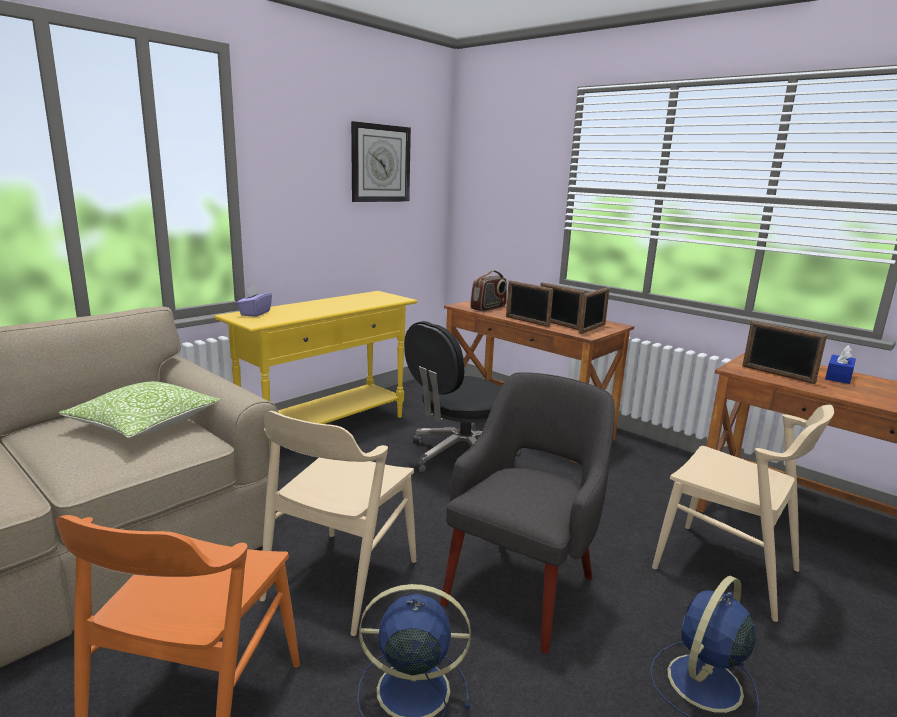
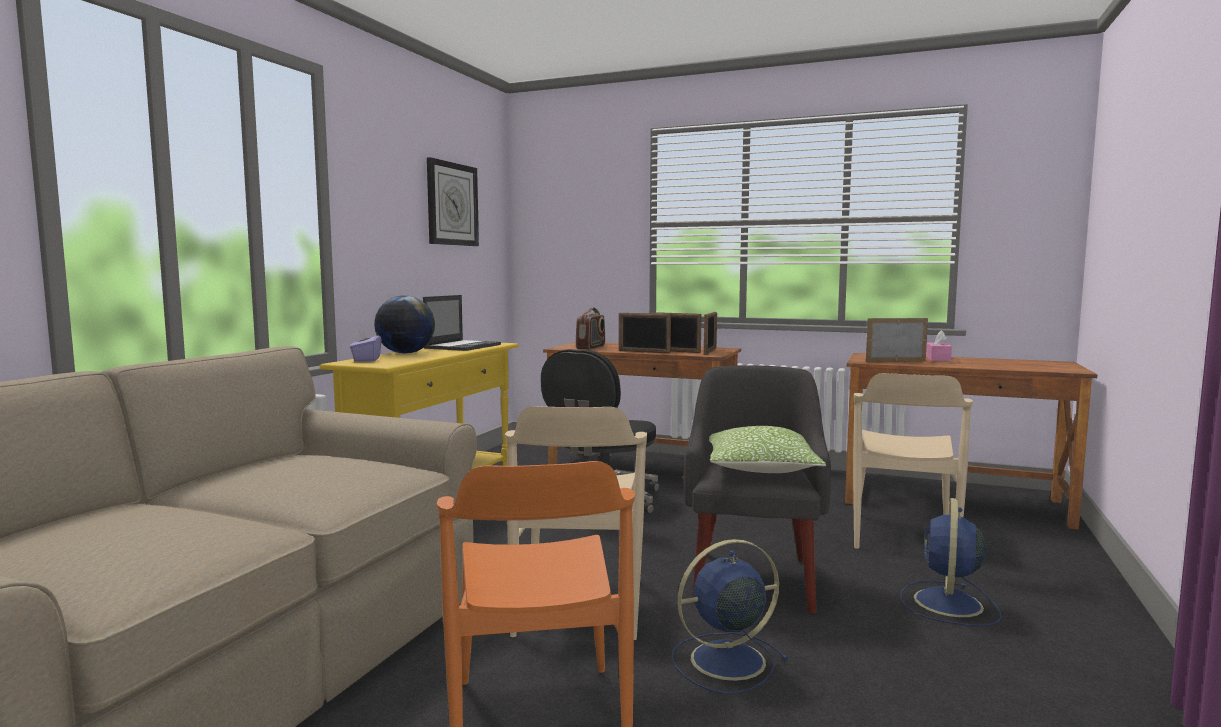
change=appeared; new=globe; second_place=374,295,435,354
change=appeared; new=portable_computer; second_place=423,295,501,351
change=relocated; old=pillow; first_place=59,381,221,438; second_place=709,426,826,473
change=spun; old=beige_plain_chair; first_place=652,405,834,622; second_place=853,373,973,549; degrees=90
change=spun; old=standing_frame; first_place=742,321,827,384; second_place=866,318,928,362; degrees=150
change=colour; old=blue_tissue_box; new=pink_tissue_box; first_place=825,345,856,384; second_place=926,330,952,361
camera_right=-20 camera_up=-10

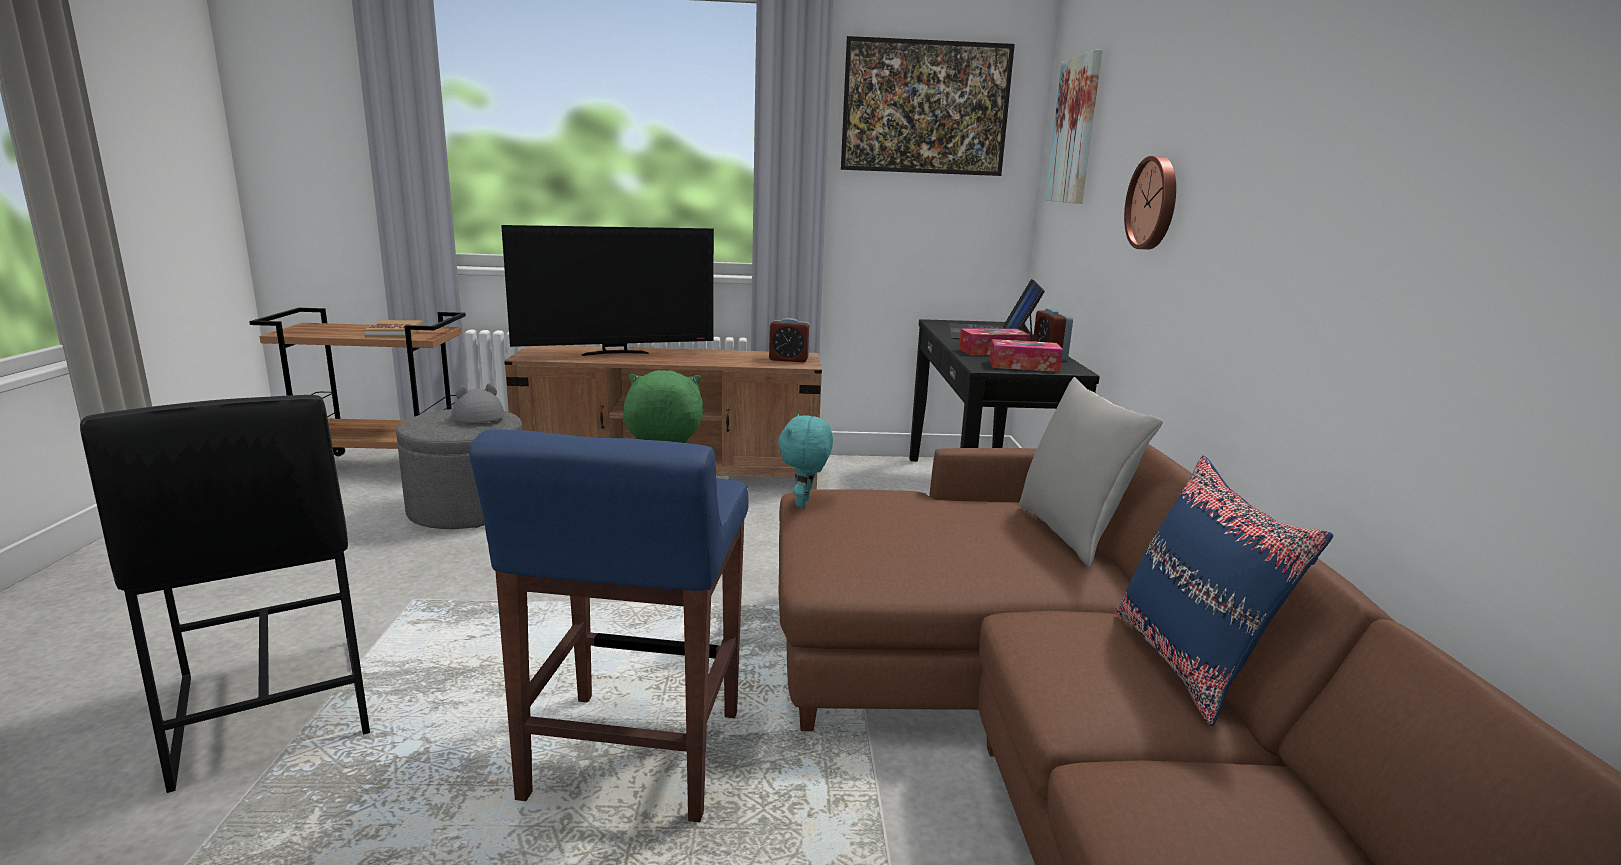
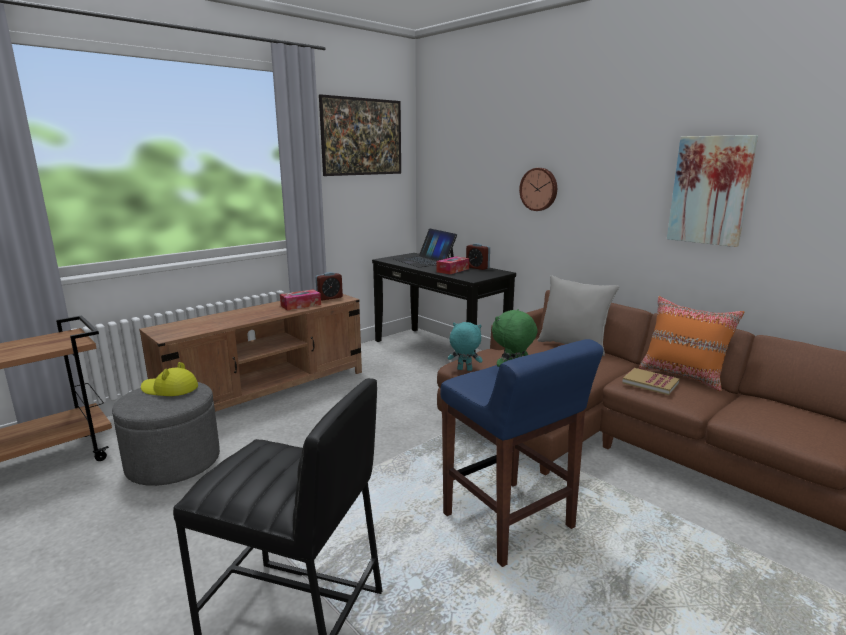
change=colour; old=gray_clothing_hat; new=yellow-coloured_clothing_hat; first_place=451,383,505,423; second_place=141,362,198,396
change=relocated; old=tissue_box; first_place=989,339,1063,372; second_place=280,289,321,310
change=spun; old=turquoise-coloured_soft_toy; first_place=778,414,833,507; second_place=448,322,483,371; degrees=135
change=relocated; old=volume; first_place=364,320,424,337; second_place=622,368,680,395
change=colour; old=blue_pillow; new=orange_pillow; first_place=1115,456,1333,726; second_place=639,296,744,391
change=relocated; old=wall_picture; first_place=1045,49,1102,204; second_place=667,135,758,247
change=missing; old=television; first_place=501,225,714,356
camera_right=-40 camera_up=0

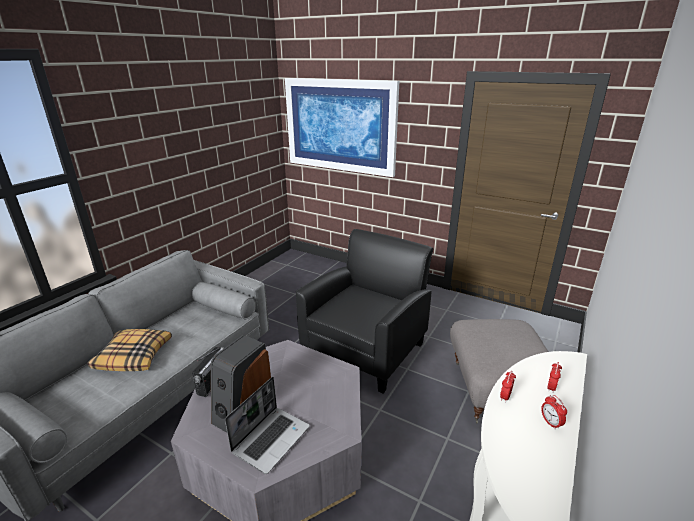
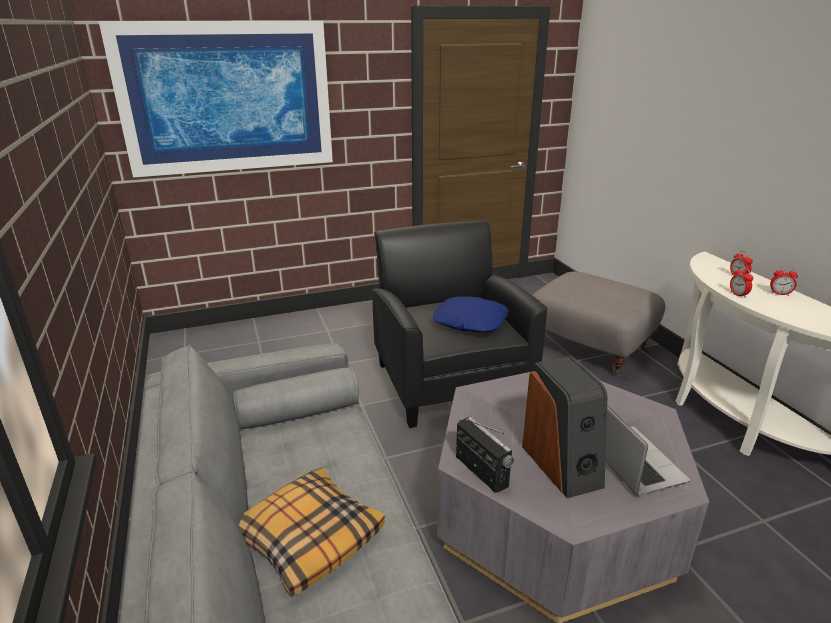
change=appeared; new=blue_pillow; second_place=433,296,509,332
camera_right=-50 camera_up=0

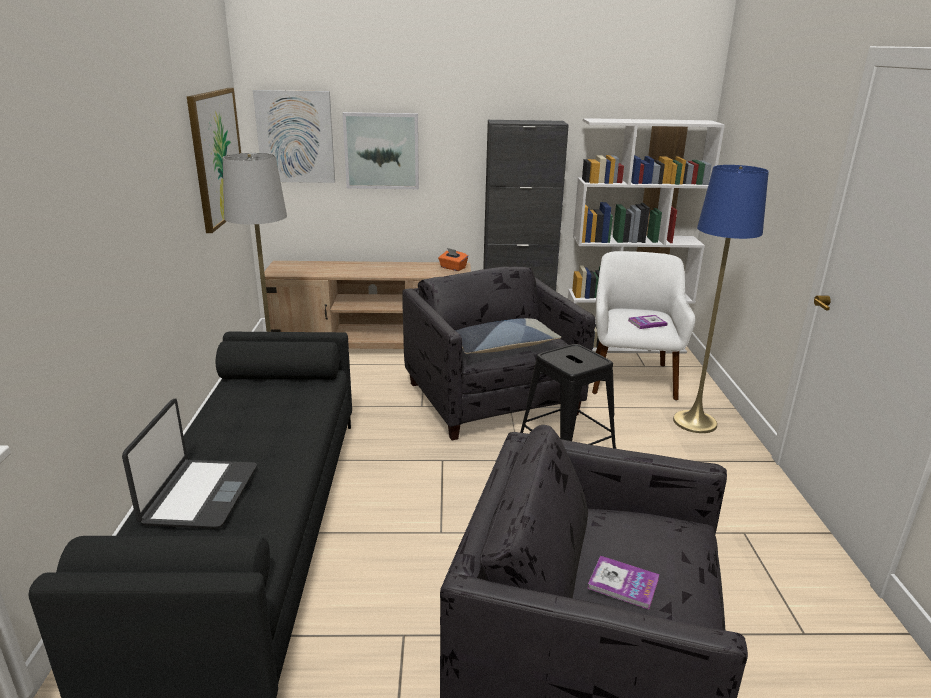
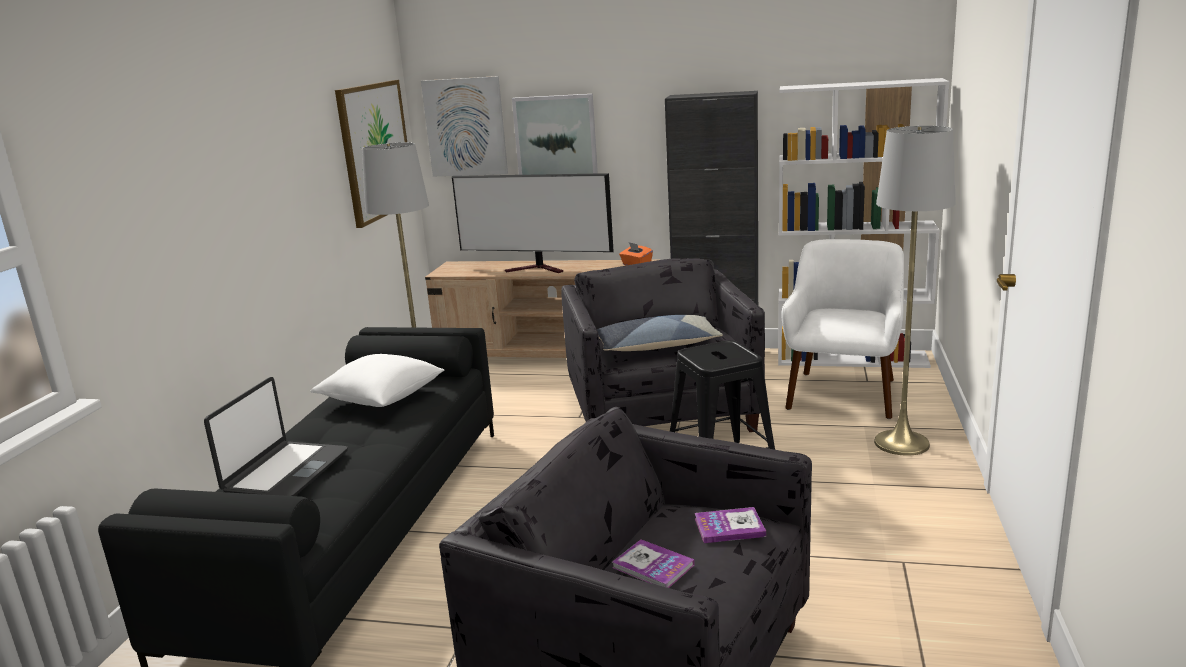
change=appeared; new=white_pillow; second_place=311,354,445,407
change=appeared; new=television; second_place=452,173,614,273
change=relocated; old=volume; first_place=628,315,668,329; second_place=695,507,766,543
change=colour; old=blue_standing_lamp; new=gray_standing_lamp; first_place=673,165,769,433; second_place=874,126,956,456
camera_right=15 camera_up=-5

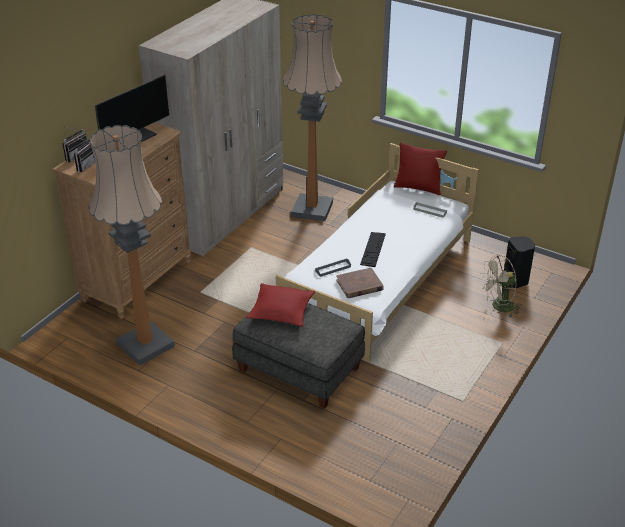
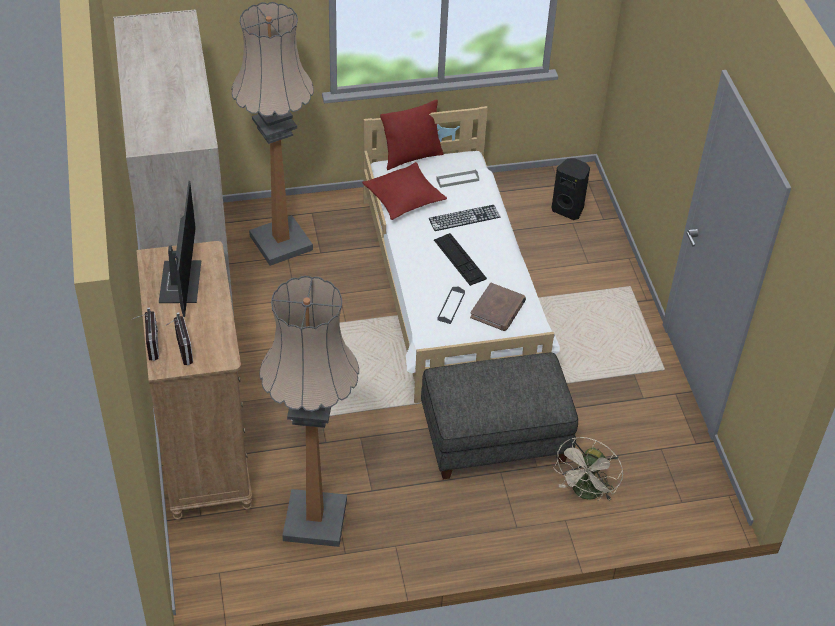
change=relocated; old=reddish_pillow; first_place=246,283,315,327; second_place=362,162,447,220
change=appeared; new=keyboard; second_place=429,205,501,231
change=relocated; old=beige_cooling_fan; first_place=480,255,522,317; second_place=554,437,623,501
camera_right=-45 camera_up=10

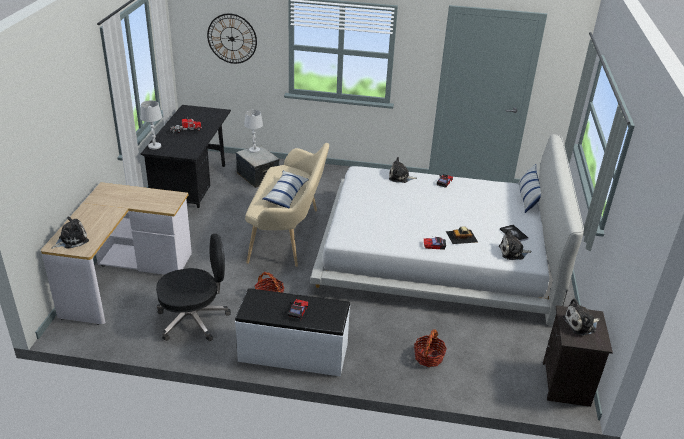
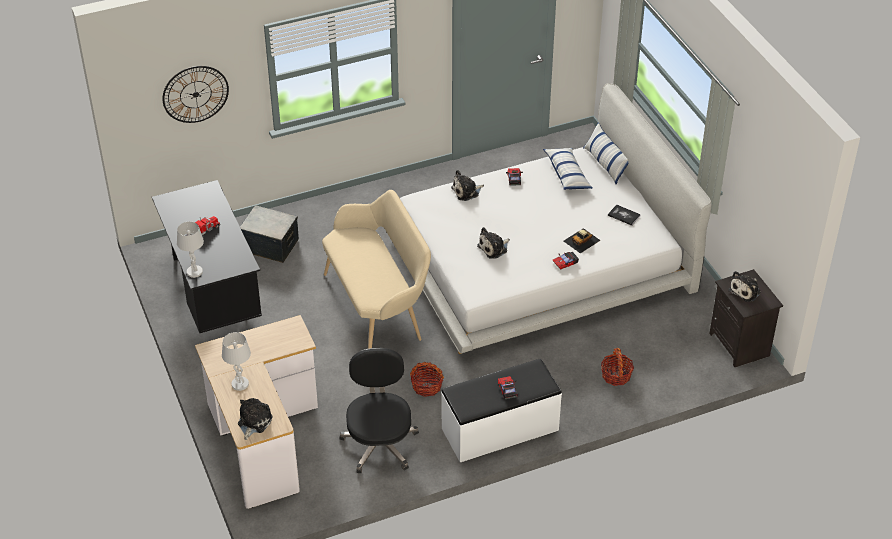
change=relocated; old=white_tabletop_lamp; first_place=244,110,263,153; second_place=222,332,251,391
change=spun; old=black-coloured_office_chair; first_place=156,234,231,341; second_place=340,348,419,473; degrees=-45
change=relocated; old=soft_toy; first_place=499,229,532,260; second_place=477,227,510,259
change=relocated; old=pillow; first_place=263,171,309,208; second_place=543,148,593,190
camera_right=-30 camera_up=10

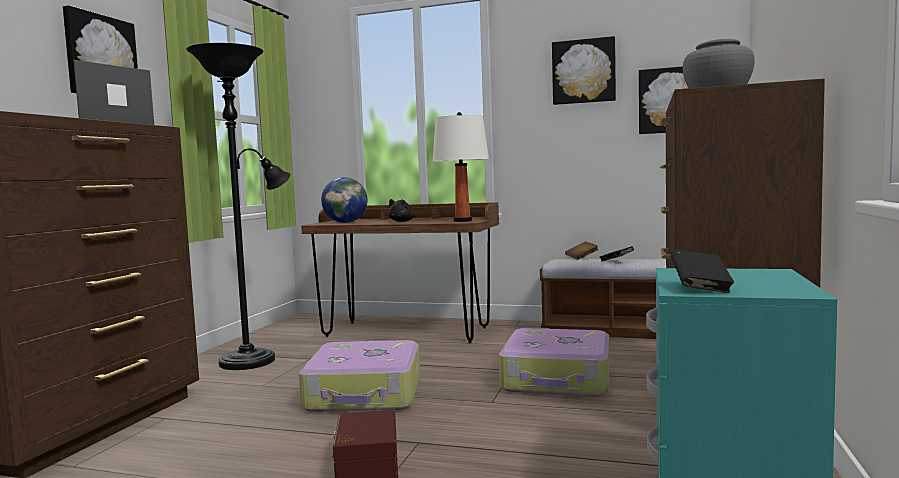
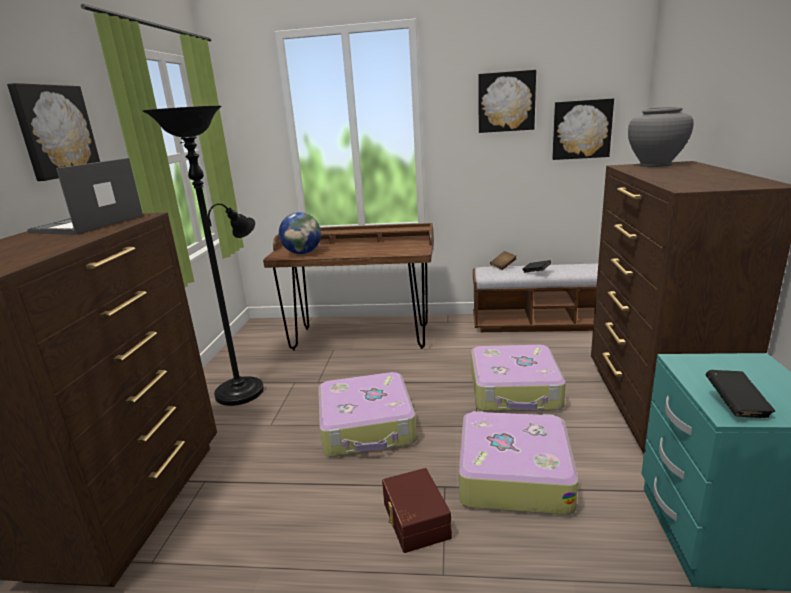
change=appeared; new=piece_of_luggage; second_place=459,411,578,515
change=missing; old=black-coloured_soft_toy; first_place=388,199,416,222
change=missing; old=white_tabletop_lamp; first_place=433,112,489,222
camera_right=-10 camera_up=15

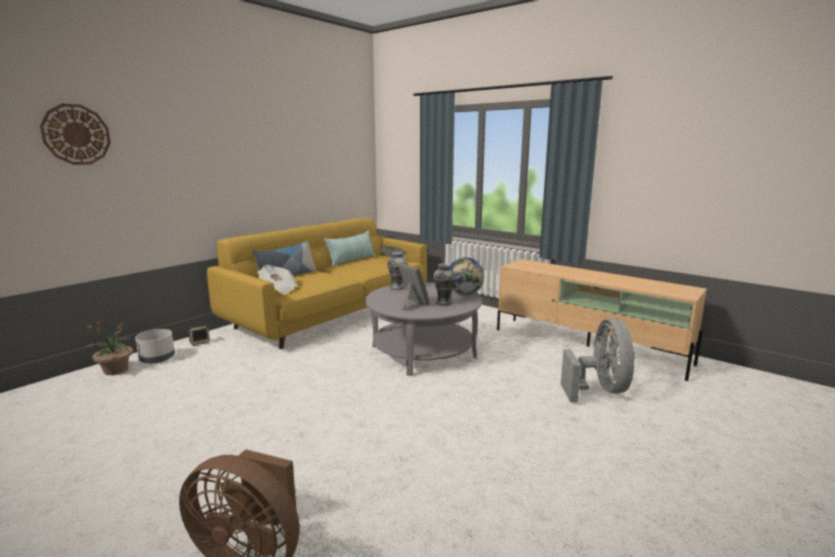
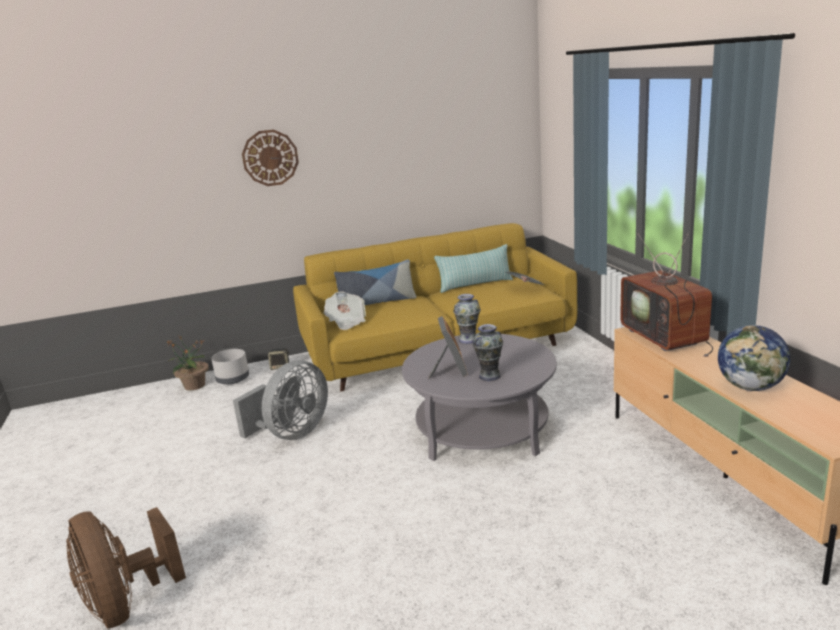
change=relocated; old=gray_cooling_fan; first_place=561,318,635,403; second_place=233,360,328,440
change=relocated; old=clock_on_the_wall; first_place=40,104,111,165; second_place=242,129,299,186
change=appeared; new=television; second_place=620,233,713,357
change=relocated; old=globe; first_place=450,257,484,295; second_place=718,325,790,391
camera_right=35 camera_up=5

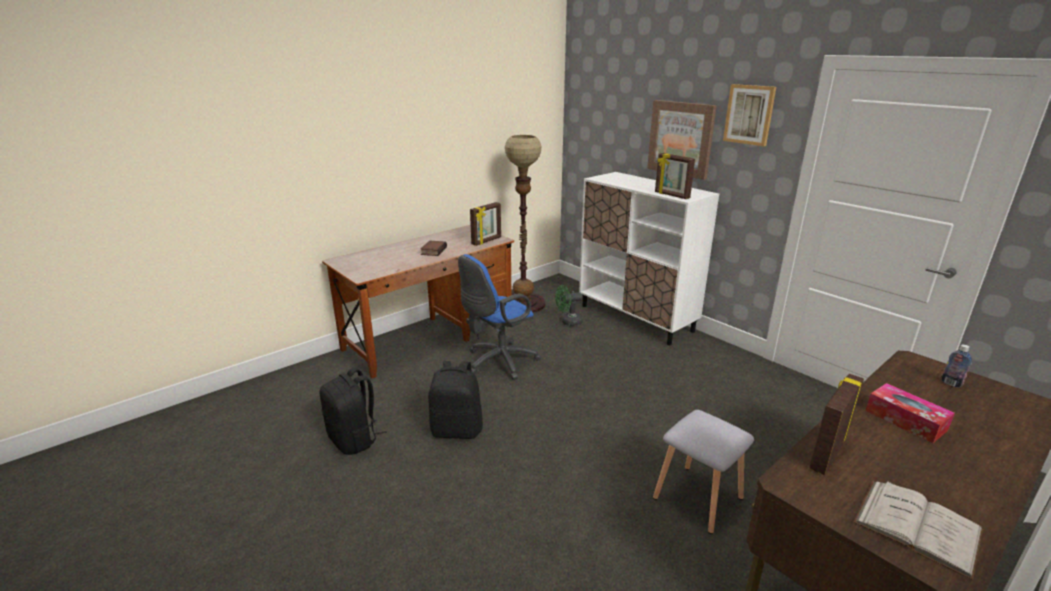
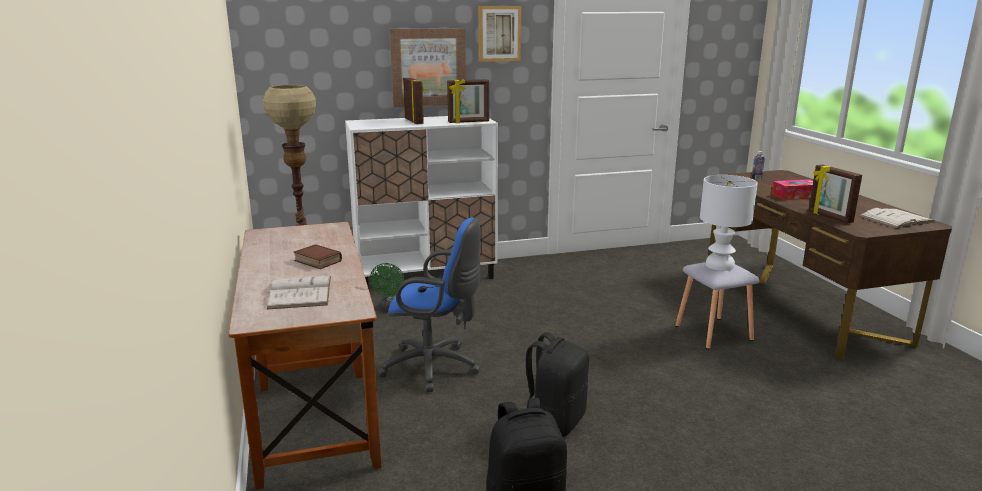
change=appeared; new=white_volume; second_place=267,272,331,310
change=spun; old=blue_office_chair; first_place=458,254,541,380; second_place=377,218,481,392; degrees=-60
change=relocated; old=standing_frame; first_place=470,202,501,246; second_place=403,78,424,124
change=appeared; new=white_tabletop_lamp; second_place=700,175,758,271
camera_right=-65 camera_up=-5

